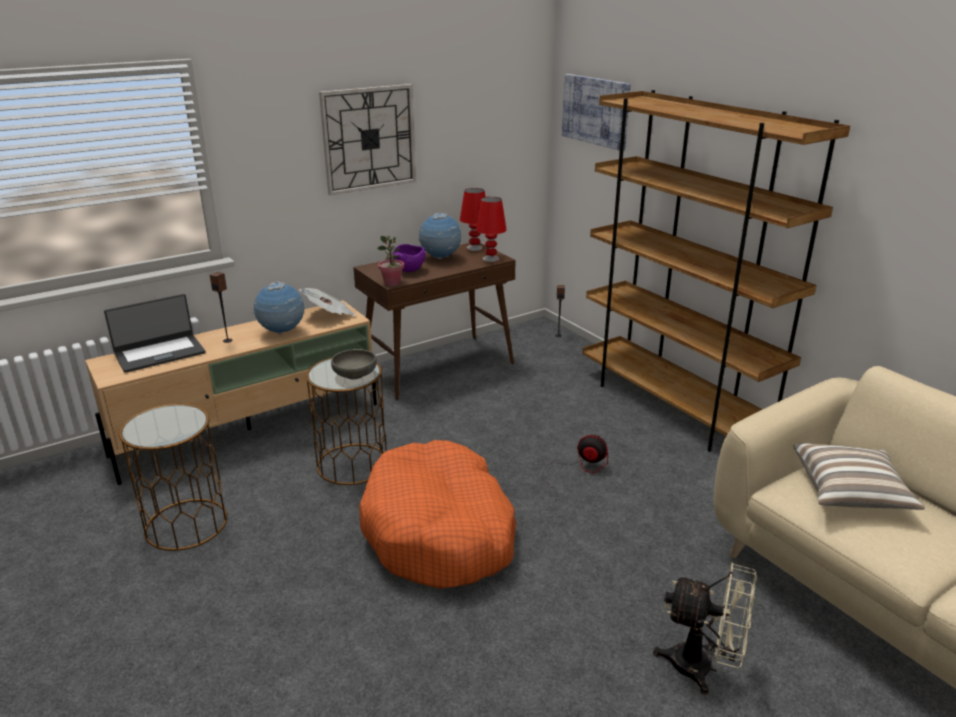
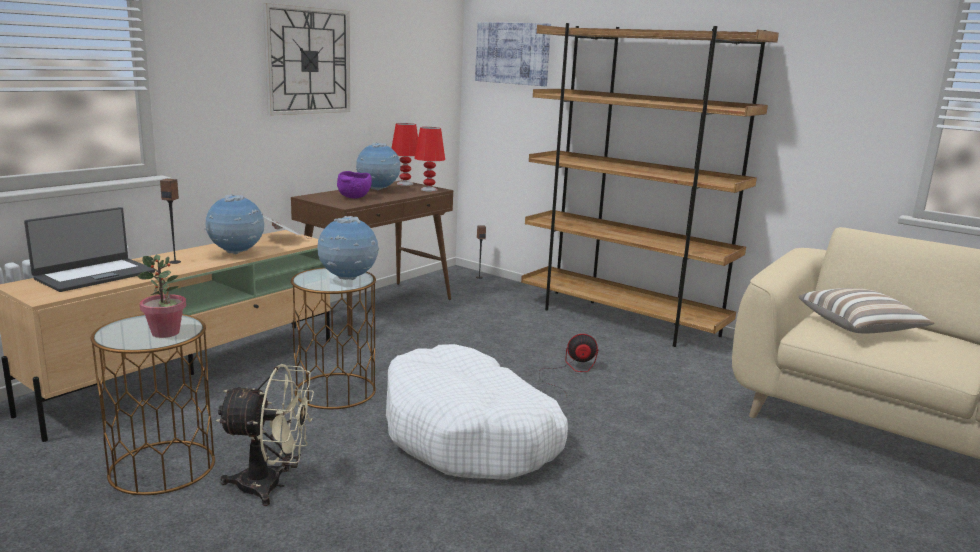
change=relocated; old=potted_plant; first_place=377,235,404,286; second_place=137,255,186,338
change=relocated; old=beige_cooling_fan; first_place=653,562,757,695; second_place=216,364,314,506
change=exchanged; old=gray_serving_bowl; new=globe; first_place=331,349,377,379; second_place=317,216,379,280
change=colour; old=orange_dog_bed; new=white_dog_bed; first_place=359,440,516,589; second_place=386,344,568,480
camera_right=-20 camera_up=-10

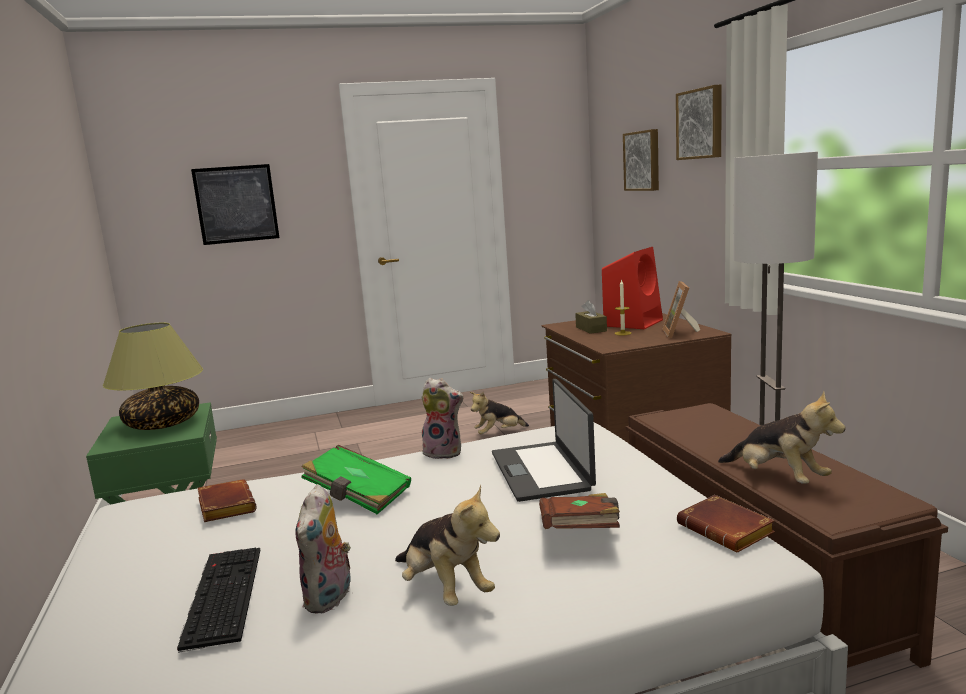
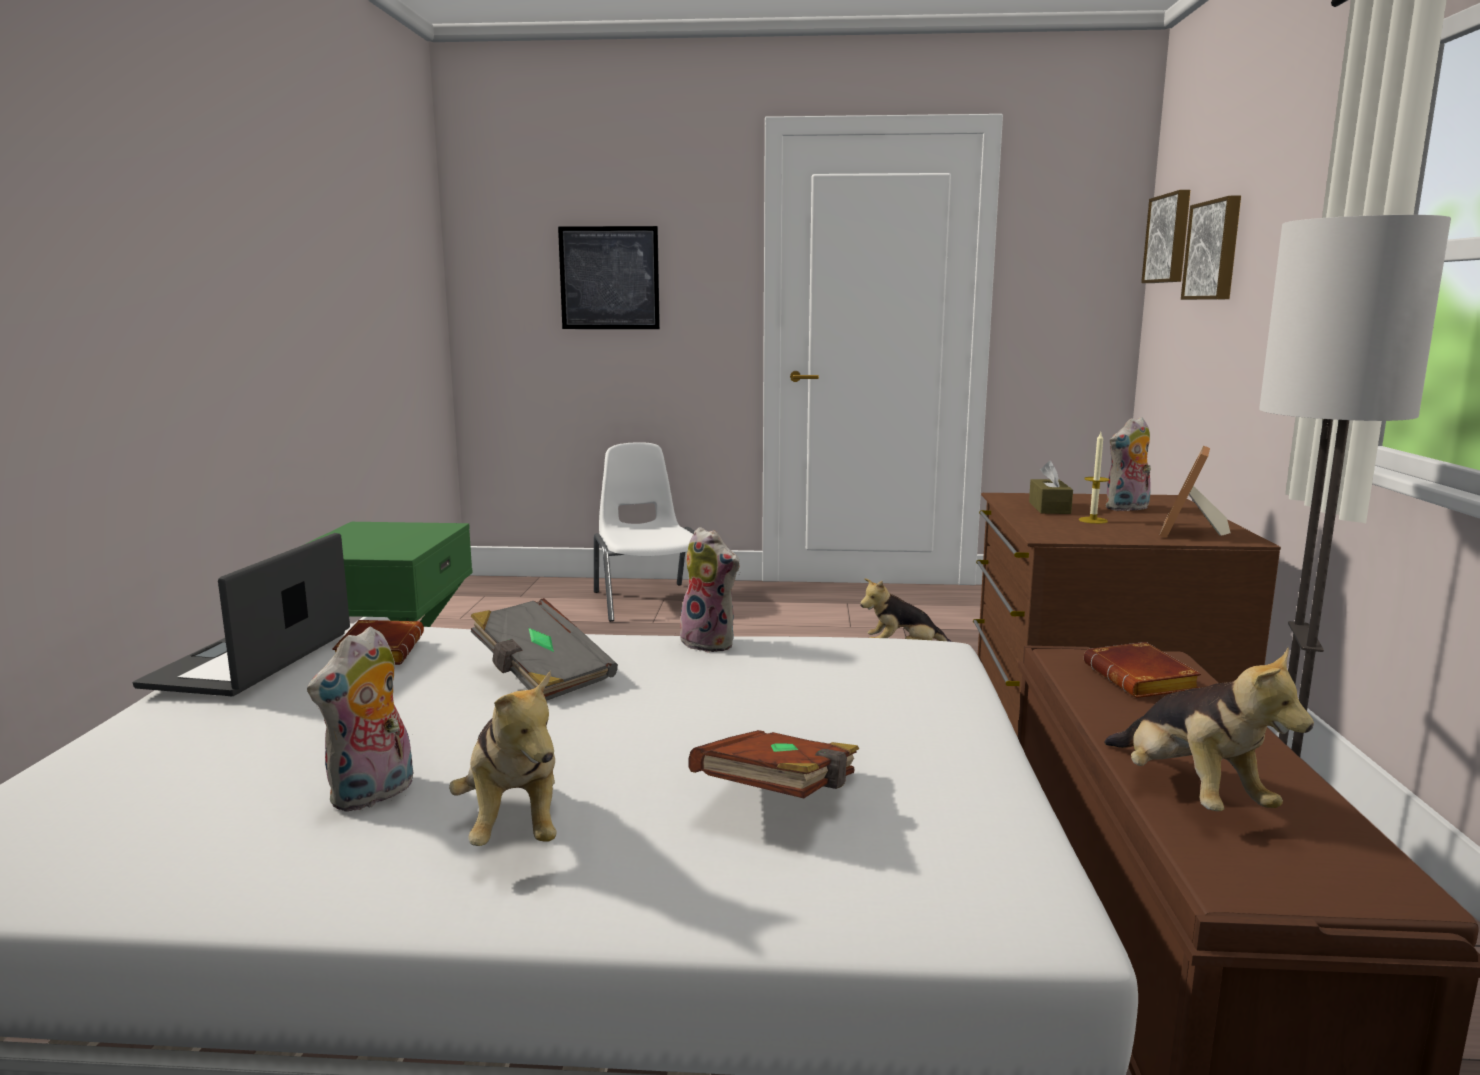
change=relocated; old=portable_computer; first_place=492,379,596,502; second_place=132,533,350,696
change=colour; old=greenish_volume; new=gray_volume; first_place=301,445,411,514; second_place=471,598,618,701
change=appeared; new=white_plain_chair; second_place=594,442,695,622
change=relocated; old=brown-coloured_volume; first_place=677,495,775,552; second_place=1084,642,1201,698
change=exchanged; old=reddish_loudspeaker; new=soft_toy; first_place=602,247,663,329; second_place=1105,417,1151,511
change=relocated; old=wall_picture; first_place=676,85,722,160; second_place=1141,190,1191,283
change=missing; old=tabletop_lamp; first_place=103,323,203,430
change=missing; old=keyboard; first_place=177,547,260,653
camera_right=20 camera_up=0

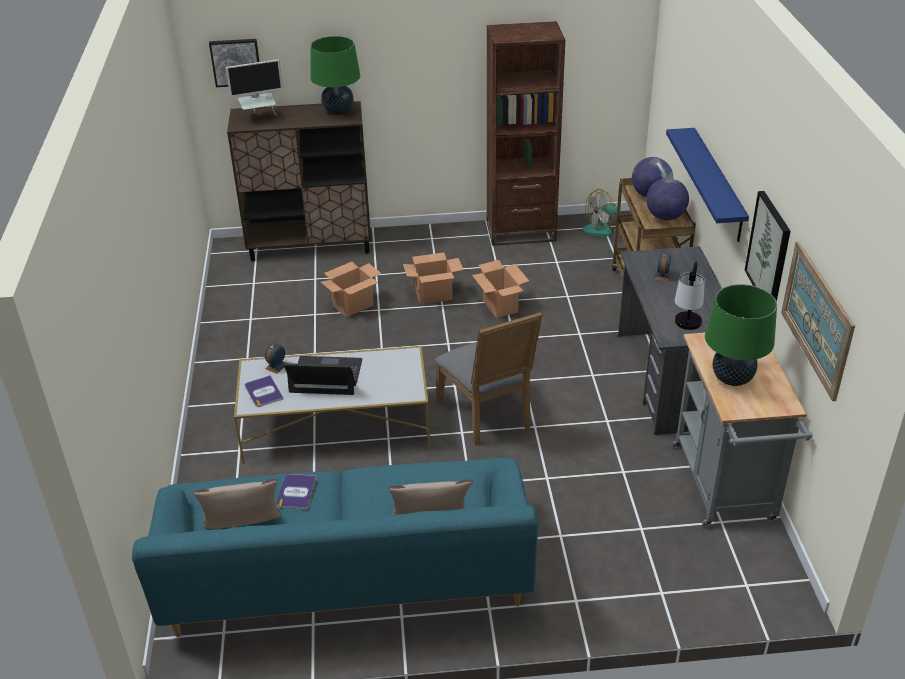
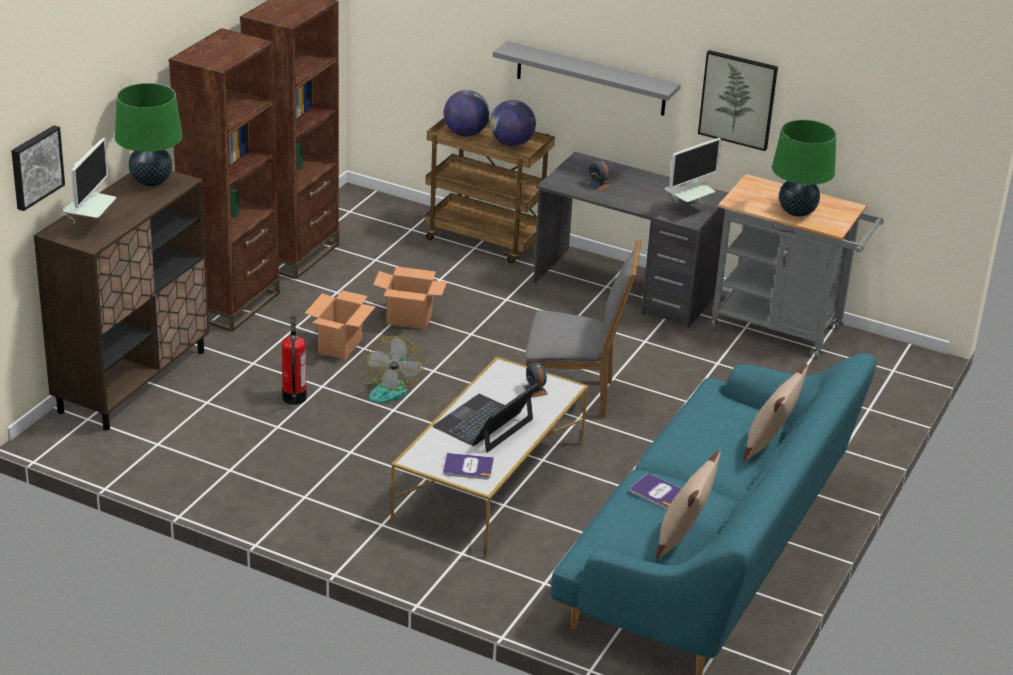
change=appeared; new=brown-coloured_bookshelf; second_place=169,28,280,332
change=exchanged; old=cardboard_box; new=fire-fighting_cylinder; first_place=321,262,381,317; second_place=282,316,307,405
change=relocated; old=cooling_fan; first_place=582,189,620,237; second_place=359,336,424,403
change=colour; old=blue_shelf; new=gray_shelf; first_place=666,128,749,242; second_place=493,41,681,116
change=relocated; old=alarm_clock; first_place=265,343,286,374; second_place=523,362,548,398
change=exchanged; old=tabletop_lamp; new=computer_screen; first_place=675,261,705,330; second_place=664,138,721,204
change=missing; old=wall_picture; first_place=781,241,855,401
camera_right=-60 camera_up=-5

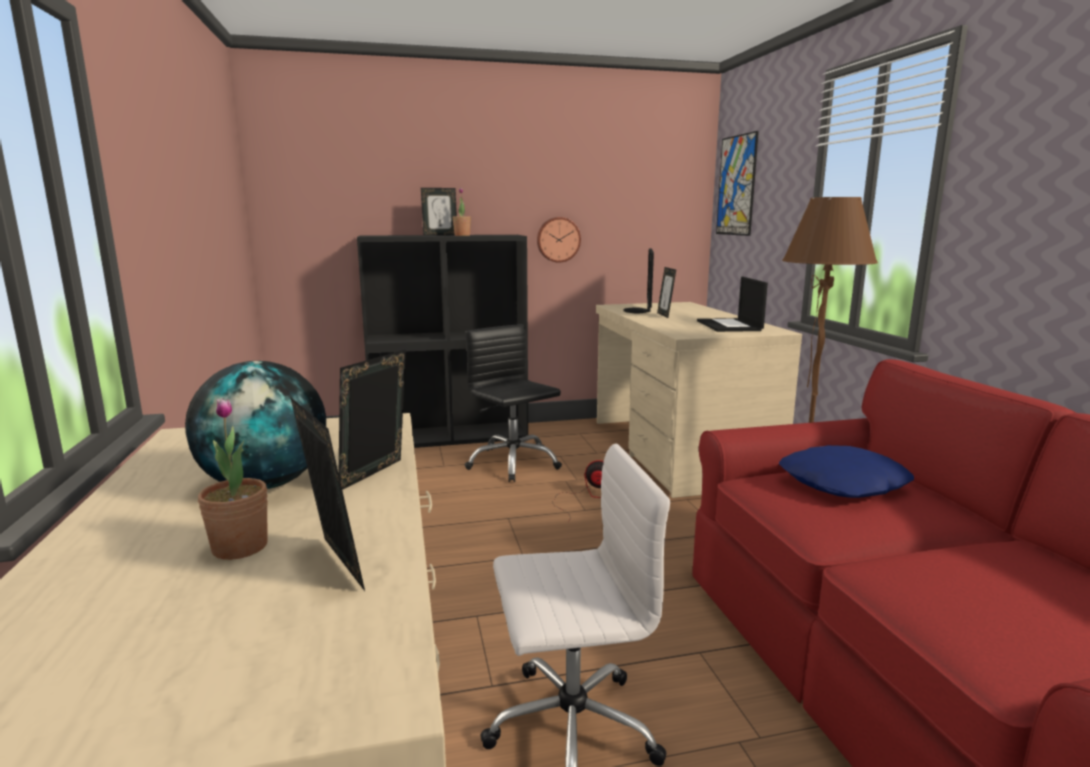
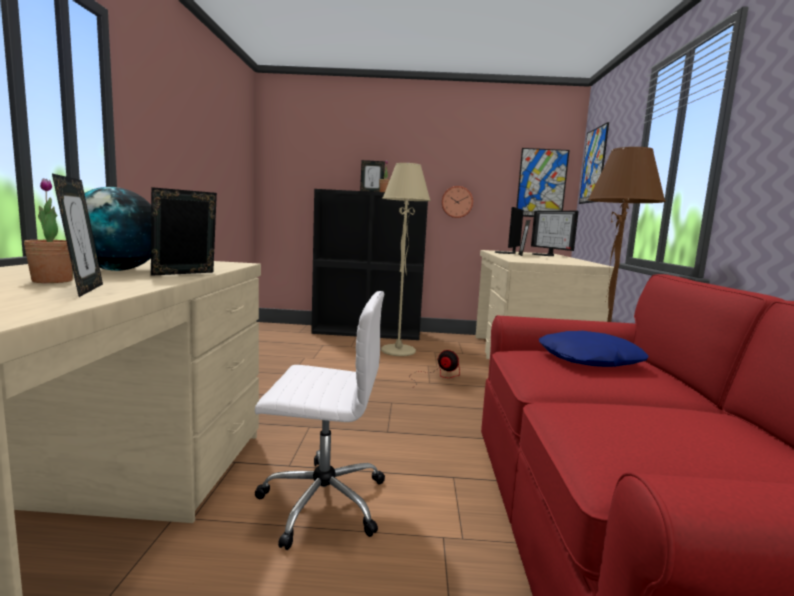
change=exchanged; old=black-coloured_office_chair; new=beige_standing_lamp; first_place=465,324,562,482; second_place=381,163,431,356
change=appeared; new=wall_picture; second_place=516,148,569,217
change=appeared; new=computer_screen; second_place=531,211,579,256
change=missing; old=portable_computer; first_place=697,277,768,332
camera_right=15 camera_up=-5

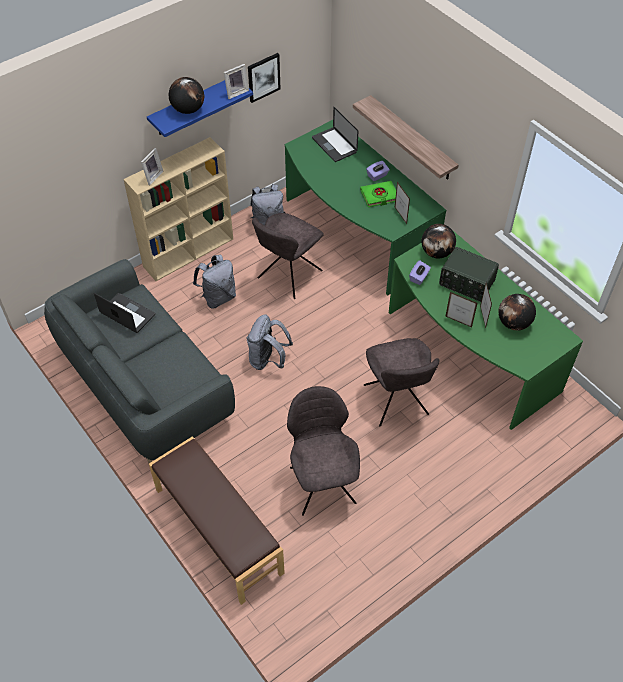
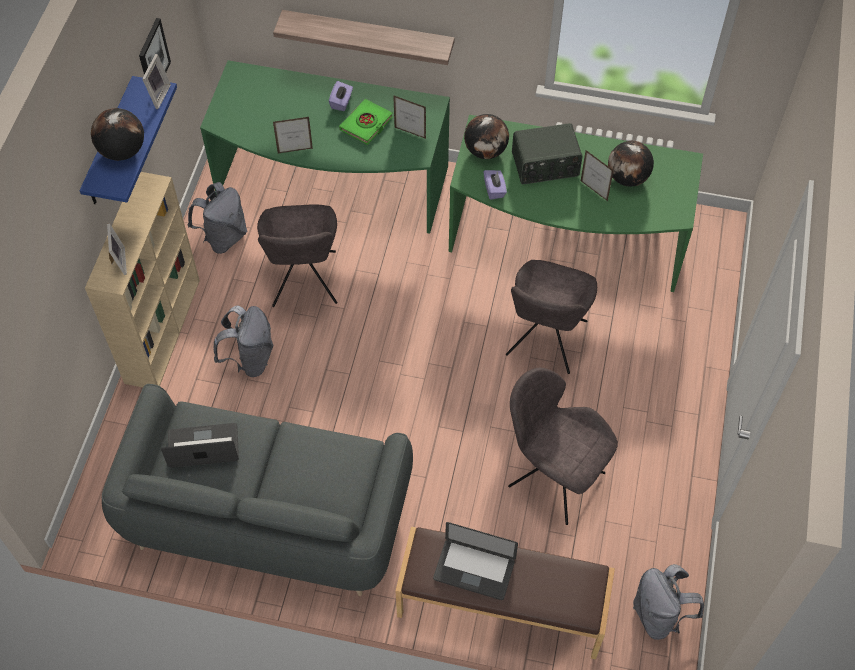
change=relocated; old=standing_frame; first_place=445,292,477,328; second_place=273,117,313,153
change=relocated; old=portable_computer; first_place=312,107,358,162; second_place=433,522,518,600
change=spun; old=gray_plain_chair; first_place=364,338,440,427; second_place=506,260,597,374; degrees=75
change=relocated; old=gray_knapsack; first_place=246,314,293,370; second_place=633,564,704,640
camera_right=-40 camera_up=5

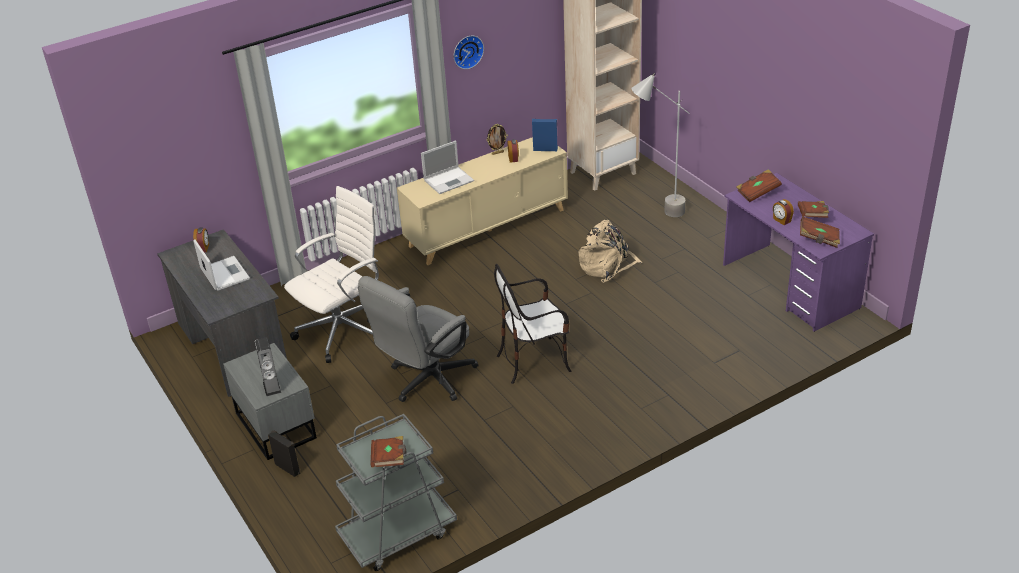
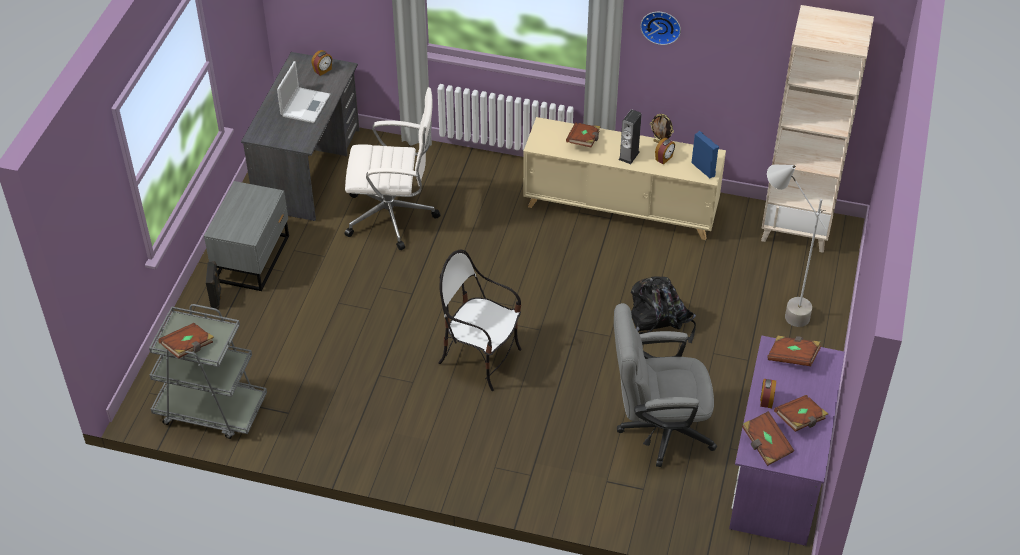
change=exchanged; old=portable_computer; new=brown-coloured_volume; first_place=421,141,474,194; second_place=566,122,600,148
change=relocated; old=gray_office_chair; first_place=358,276,478,402; second_place=614,303,717,467
change=relocated; old=loudspeaker; first_place=255,337,281,396; second_place=618,109,642,164
change=colour; old=beige_knapsack; new=black-coloured_knapsack; first_place=578,220,642,283; second_place=631,276,696,343
camera_right=45 camera_up=10

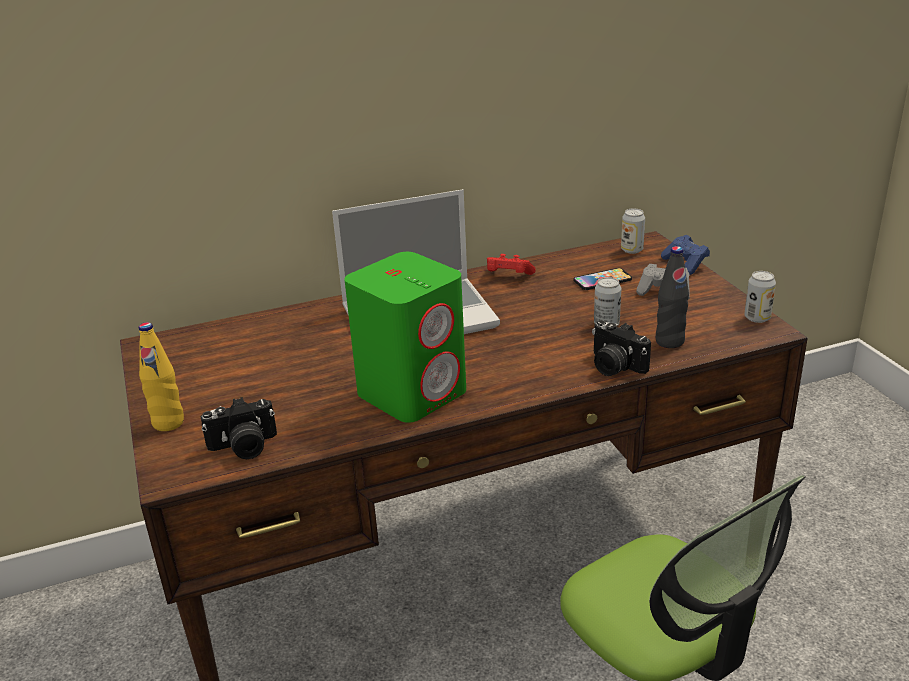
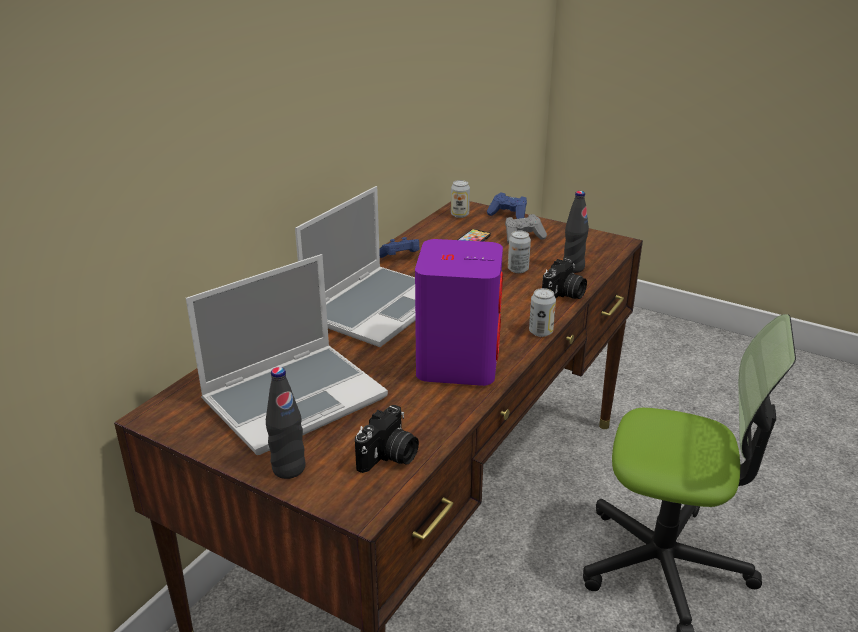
change=appeared; new=portable_computer; second_place=186,254,388,455
change=colour; old=yellow-coloured_beverage_bottle; new=black-coloured_beverage_bottle; first_place=139,322,184,431; second_place=266,367,305,479
change=colour; old=reddish_joypad; new=blue_joypad; first_place=487,254,536,275; second_place=379,237,420,258
change=colour; old=greenish_loudspeaker; new=purple_loudspeaker; first_place=344,252,466,423; second_place=415,239,503,386
change=relocated; old=metal_can; first_place=744,271,776,323; second_place=529,288,556,337
change=spun; old=still_camera; first_place=592,320,651,376; second_place=542,258,587,299; degrees=-60
camera_right=-40 camera_up=0

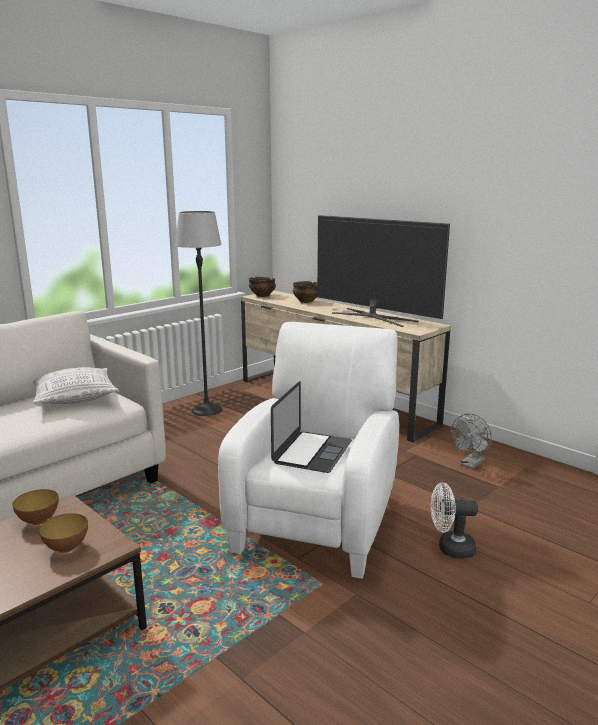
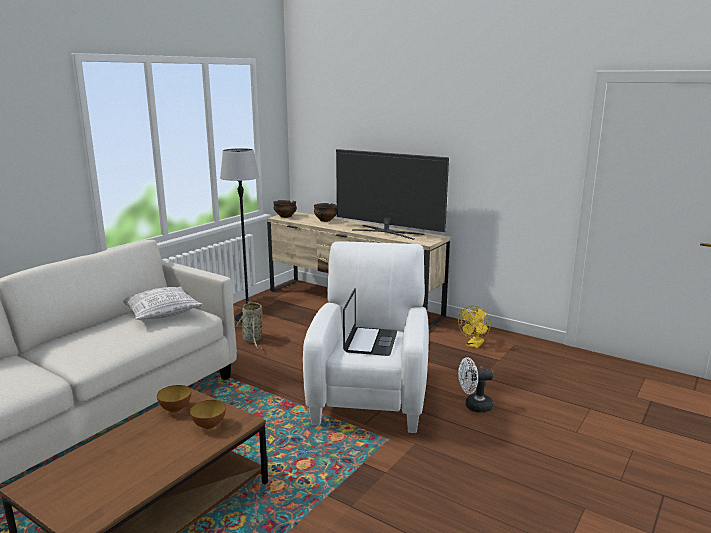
change=appeared; new=basket; second_place=235,301,262,349
change=colour; old=gray_cooling_fan; new=yellow-coloured_cooling_fan; first_place=451,414,492,469; second_place=458,306,491,348
camera_right=-10 camera_up=0

